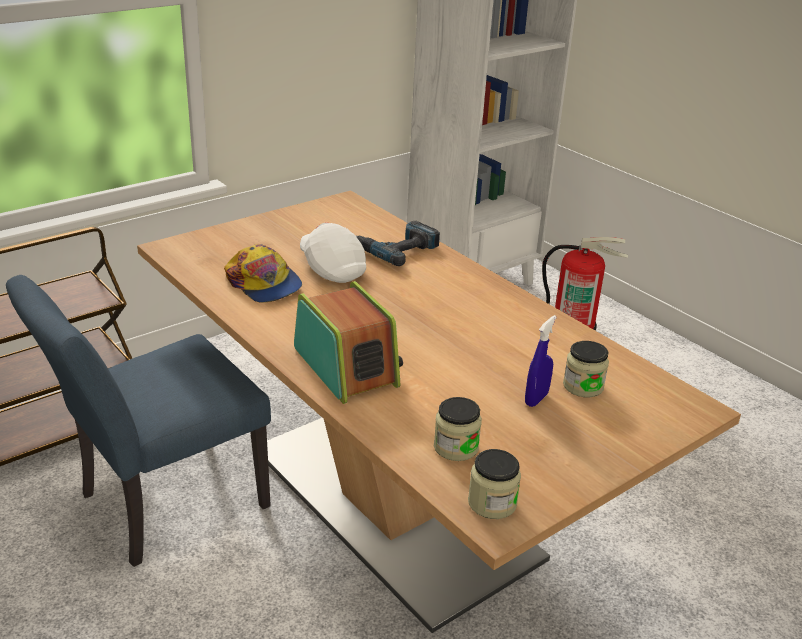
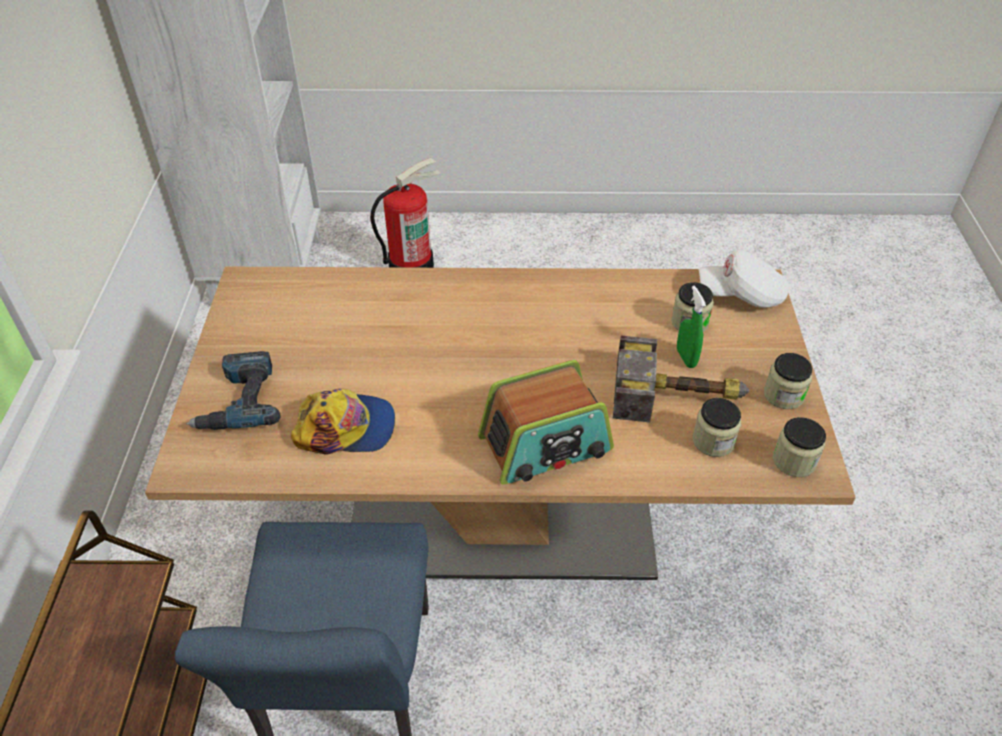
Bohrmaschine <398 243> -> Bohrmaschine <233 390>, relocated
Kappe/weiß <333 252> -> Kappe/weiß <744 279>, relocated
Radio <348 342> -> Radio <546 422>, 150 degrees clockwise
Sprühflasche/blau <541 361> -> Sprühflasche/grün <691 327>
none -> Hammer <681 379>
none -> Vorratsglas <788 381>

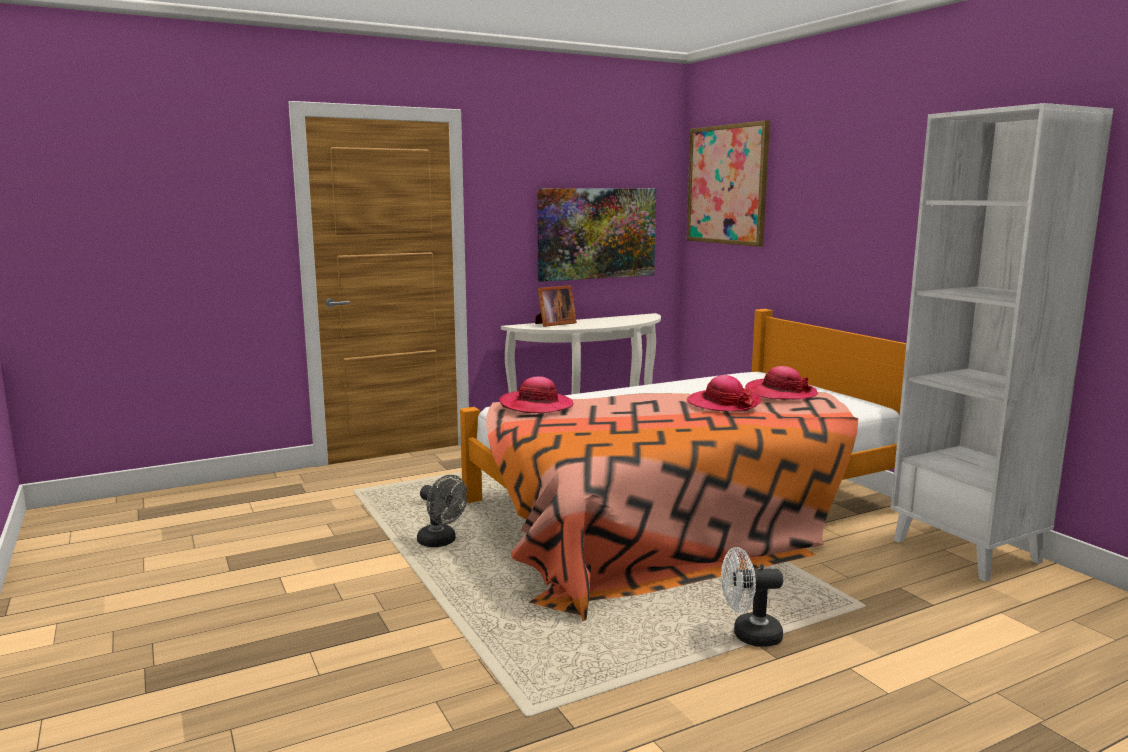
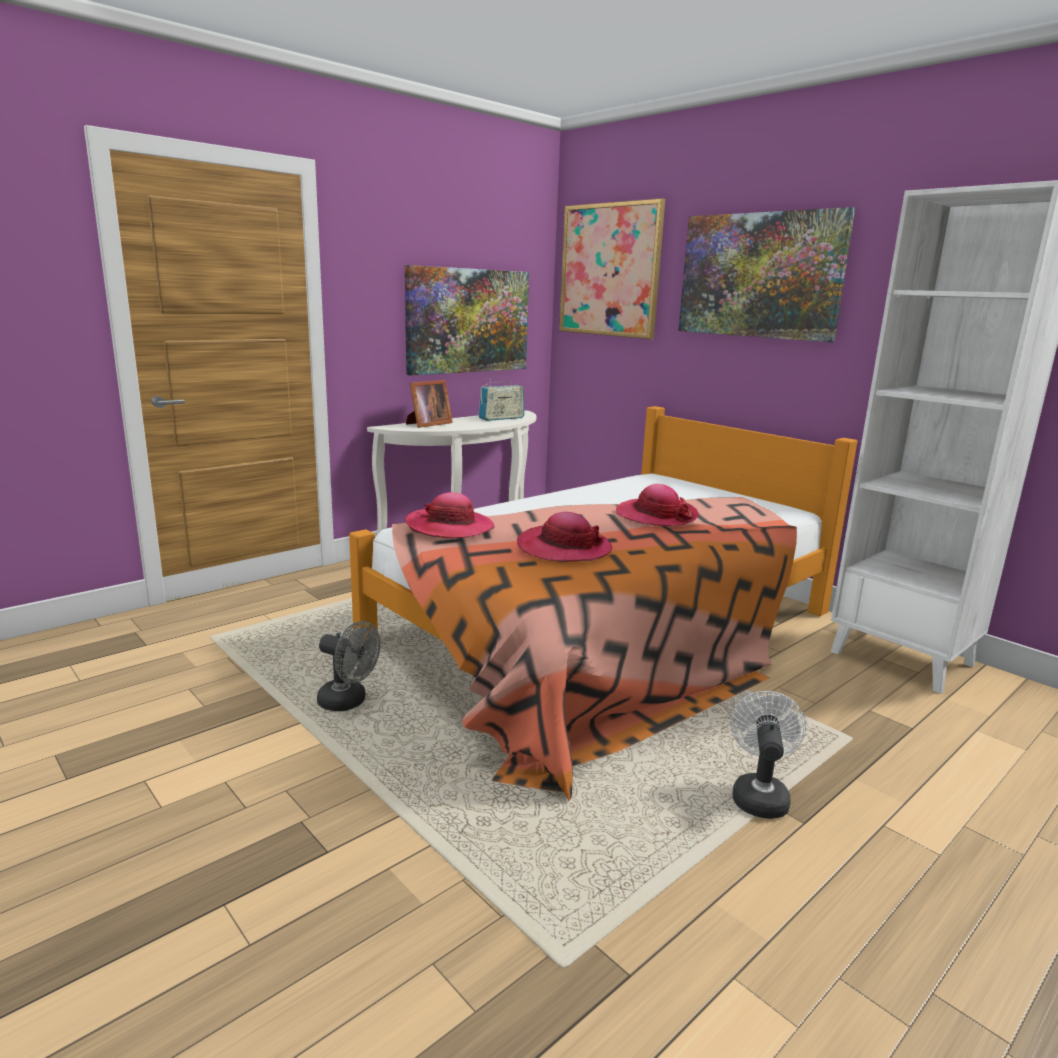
Hut <781 383> -> Hut <565 537>, relocated
Ventilator/weiß <752 597> -> Ventilator/weiß <768 755>, 120 degrees clockwise
none -> Bild <766 274>
none -> Radio <501 400>

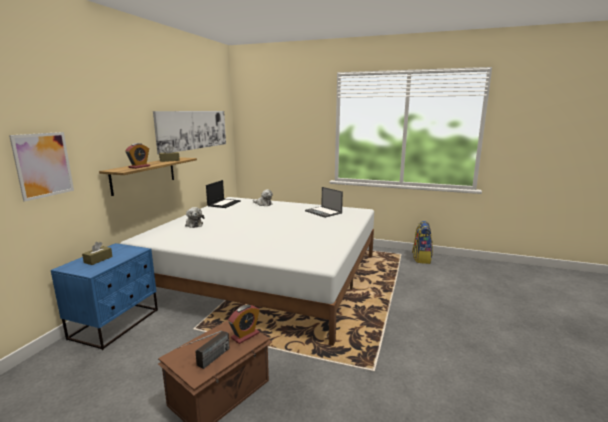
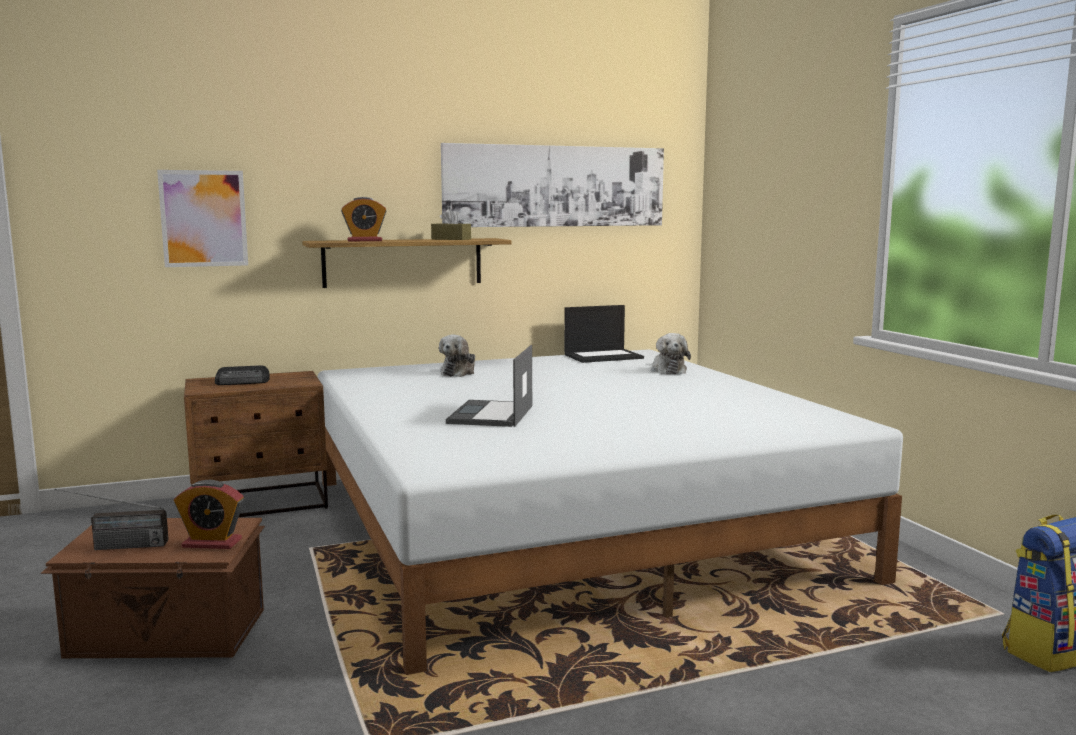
Laptop <324 202> -> Laptop <489 386>, relocated
Taschentuchbox/braun <97 253> -> Radio <242 375>
Nachttisch/blau <104 296> -> Nachttisch/braun <256 444>

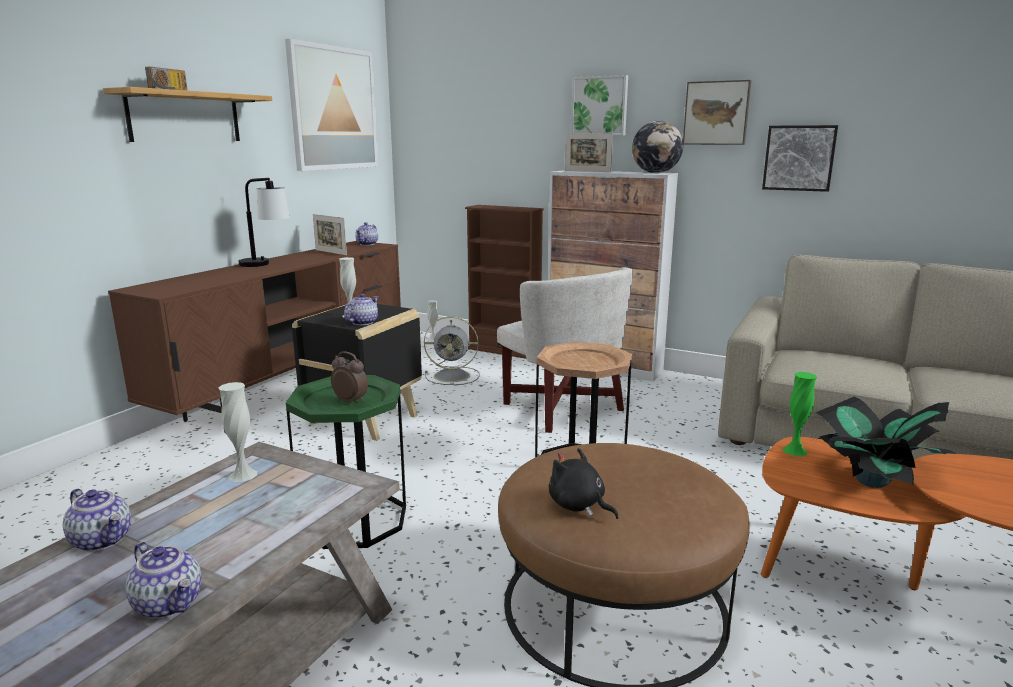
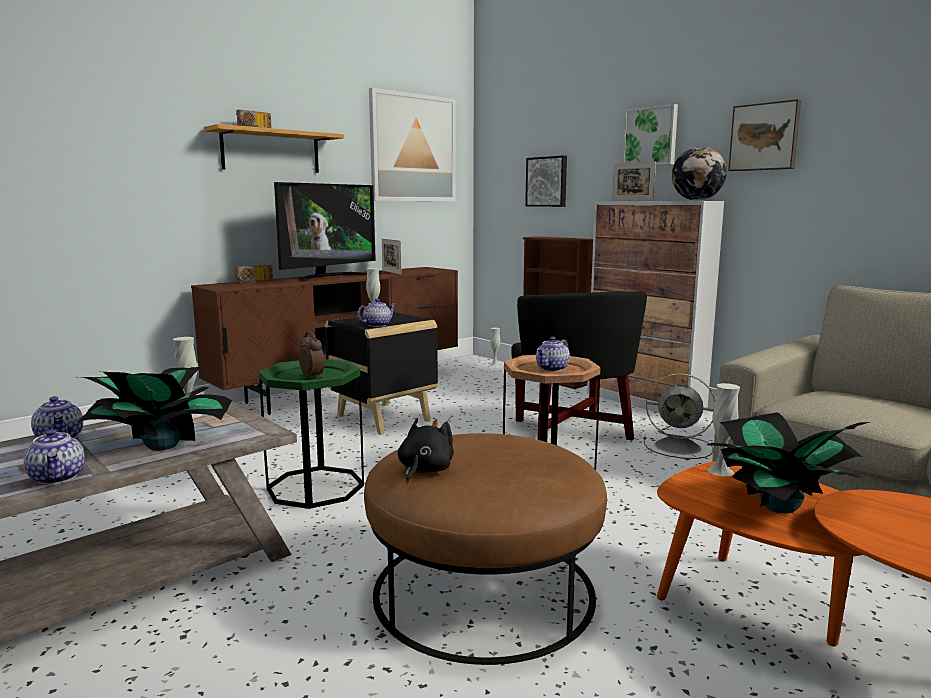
Bild <800 158> -> Bild <546 181>, relocated
Tischlampe <264 222> -> Fernseher <325 232>
Teekanne <366 233> -> Teekanne <553 354>, relocated
Sessel/weiß <565 350> -> Sessel/schwarz <579 366>
Ventilator/grau <452 351> -> Ventilator/grau <679 416>, relocated
Vase/grün <800 414> -> Vase/weiß <723 429>
Plüschtier/schwarz <584 483> -> Plüschtier/schwarz <426 451>, 45 degrees clockwise
none -> Radio <253 274>
none -> Topfpflanze <154 409>

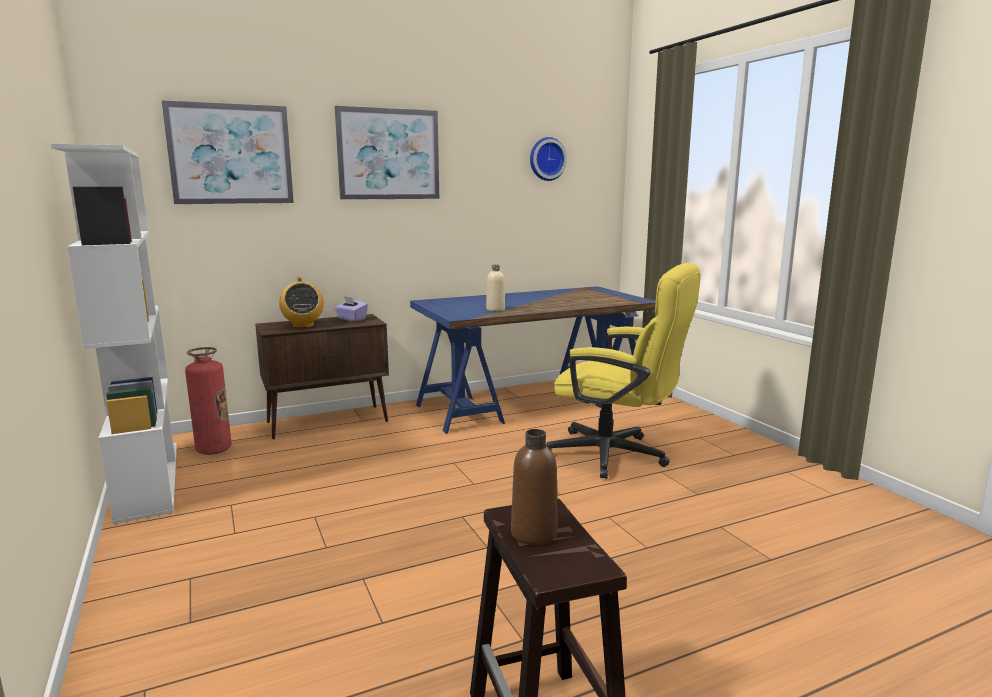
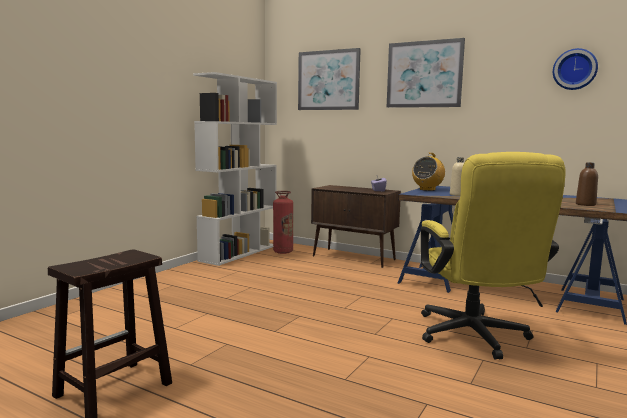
Radio <301 302> -> Radio <428 172>, relocated
Flasche/braun <534 487> -> Flasche/braun <587 184>, relocated

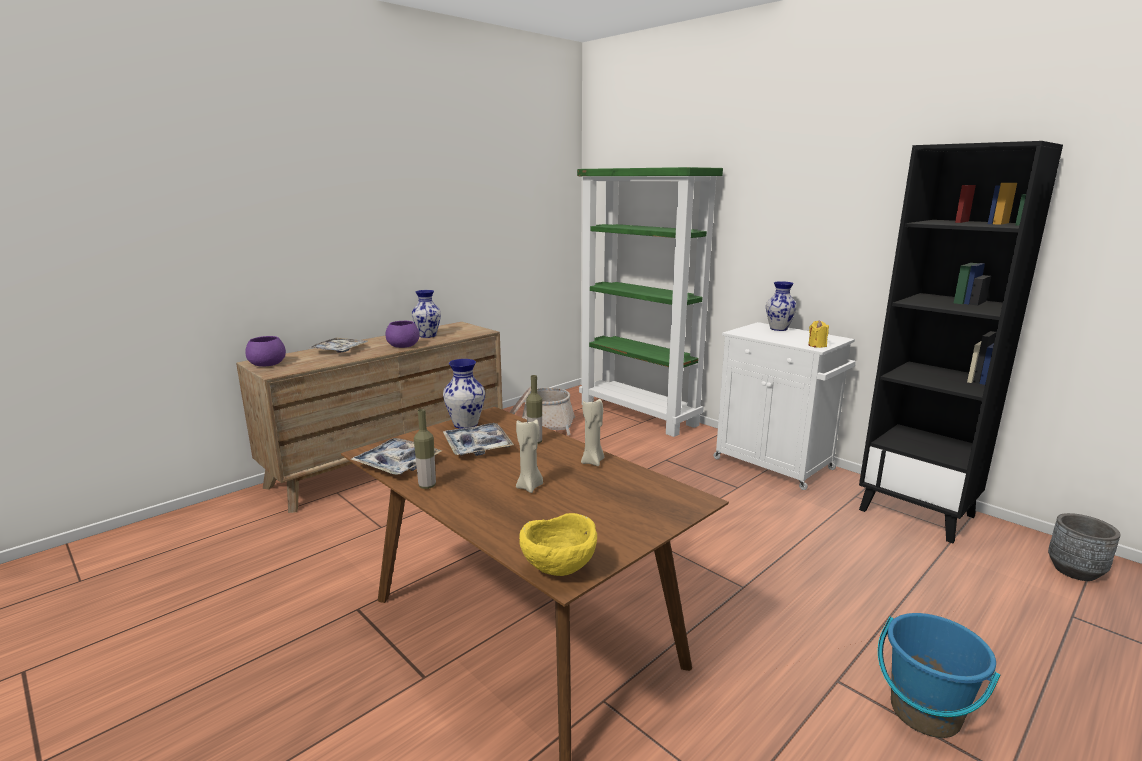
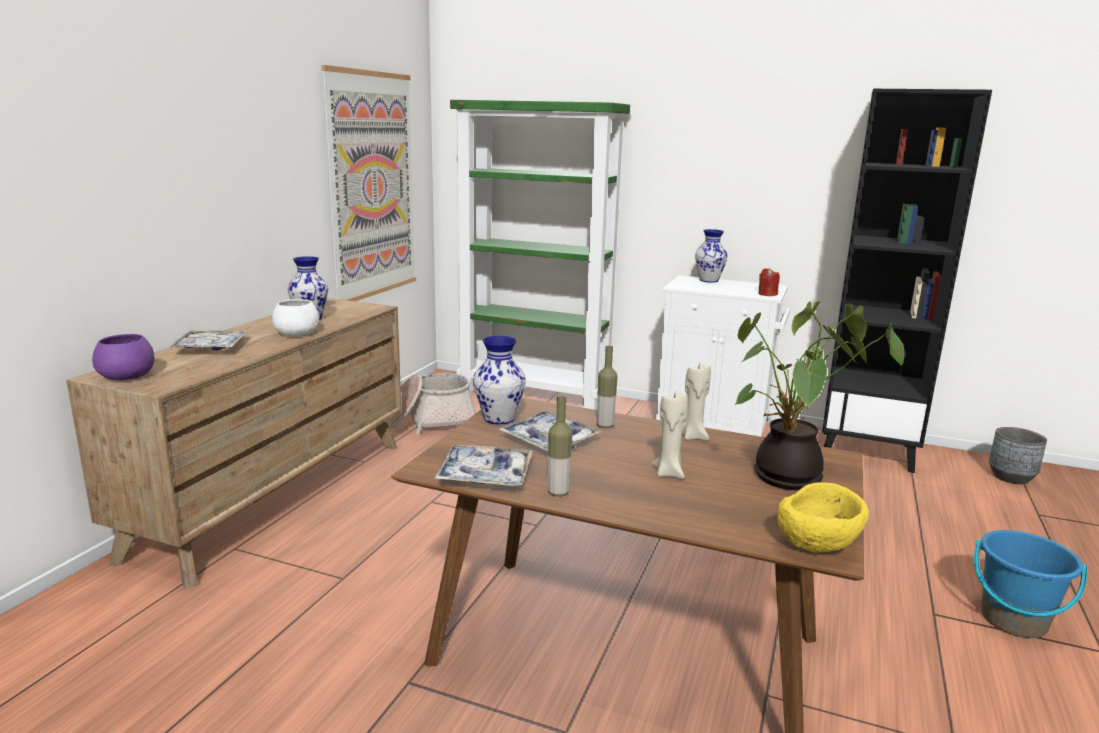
Kerze/gelb <818 334> -> Kerze/rot <769 282>
Schüssel/lila <402 334> -> Schüssel/weiß <295 317>
none -> Bild <368 183>
none -> Topfpflanze <819 395>

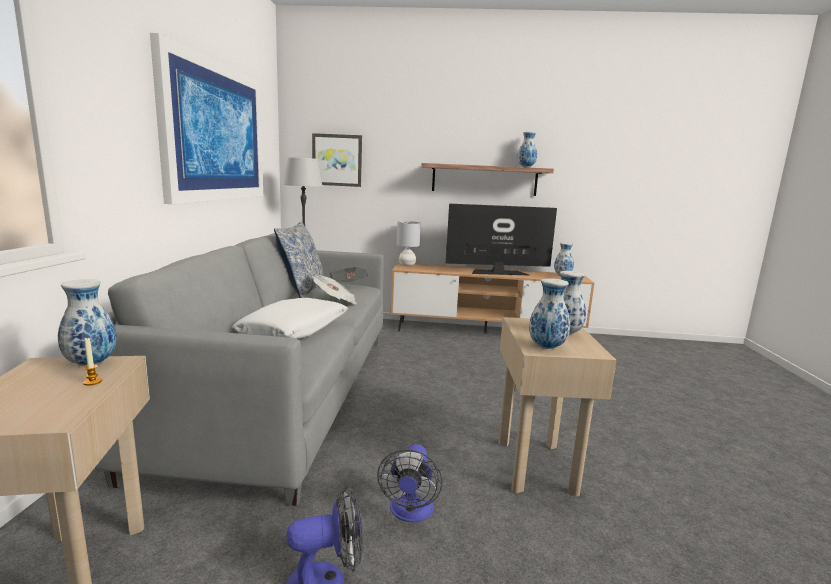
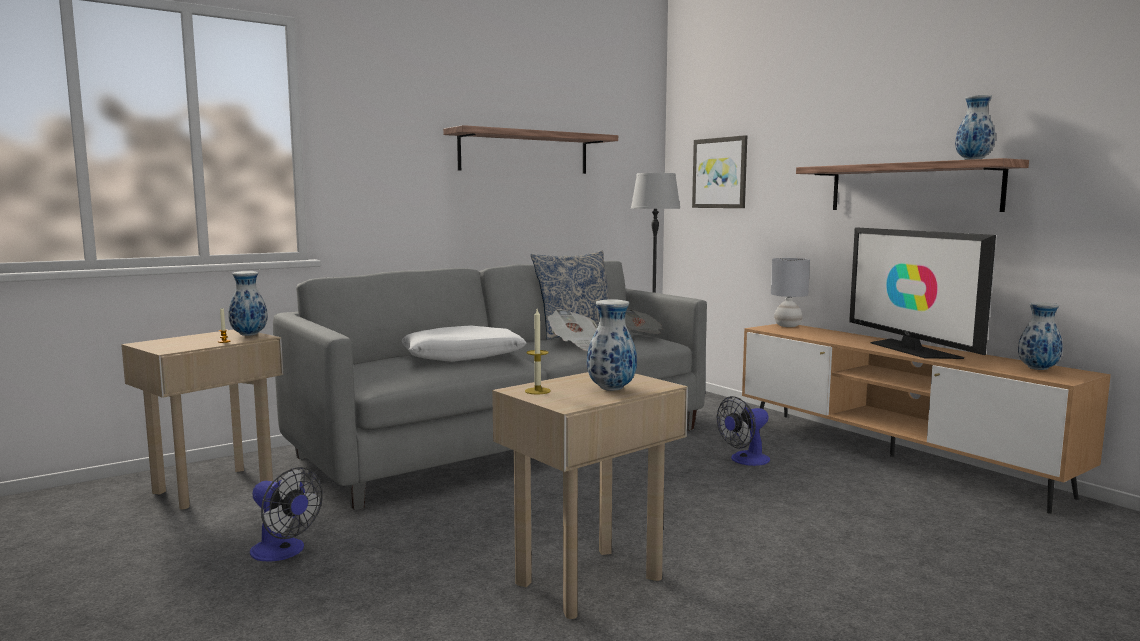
Bild <206 118> -> Wandregal <530 149>
Fernseher <501 239> -> Fernseher <922 293>, 150 degrees counterclockwise
Vase <549 313> -> Kerze <538 352>
Ventilator <410 483> -> Ventilator <743 431>, relocated

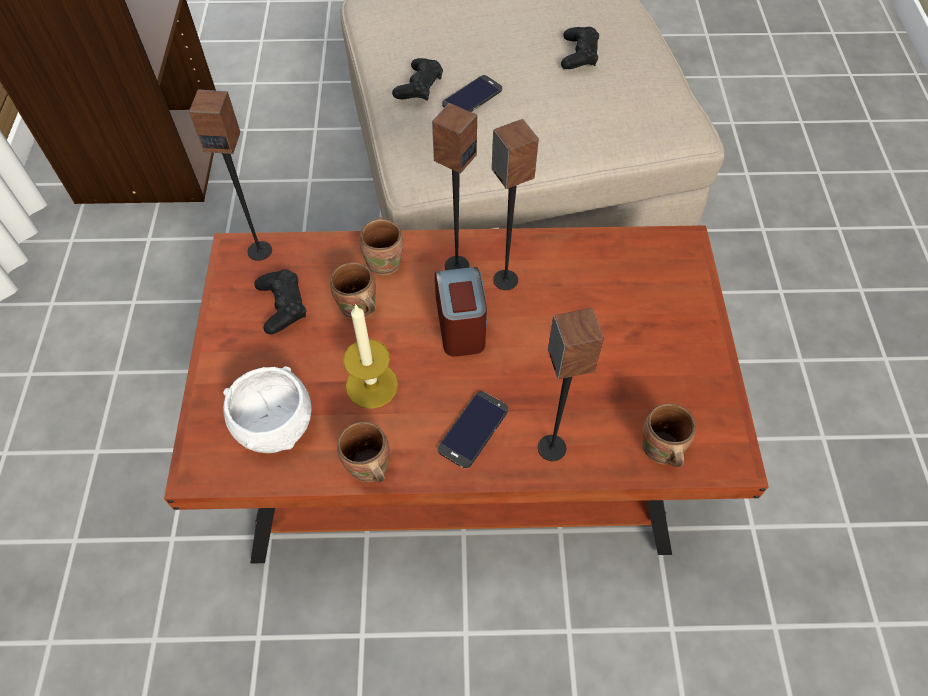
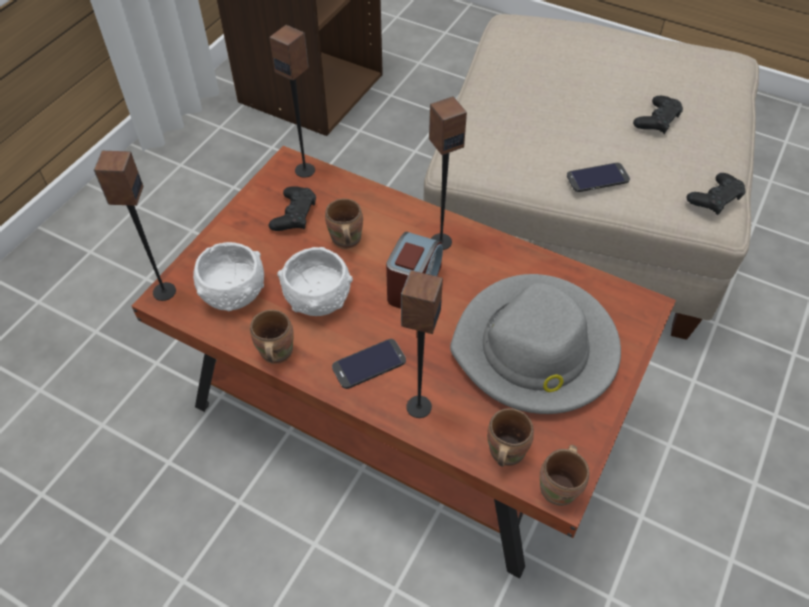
Gamepad/schwarz <417 79> -> Gamepad/schwarz <716 194>, relocated
Handy <472 93> -> Handy <598 177>, relocated
Lautsprecher <515 204> -> Lautsprecher <135 226>, relocated
Henkelbecher/braun <381 246> -> Henkelbecher/braun <564 475>, relocated
Kerze <370 356> -> Schüssel/weiß <315 281>
none -> Hut/grau <535 344>

